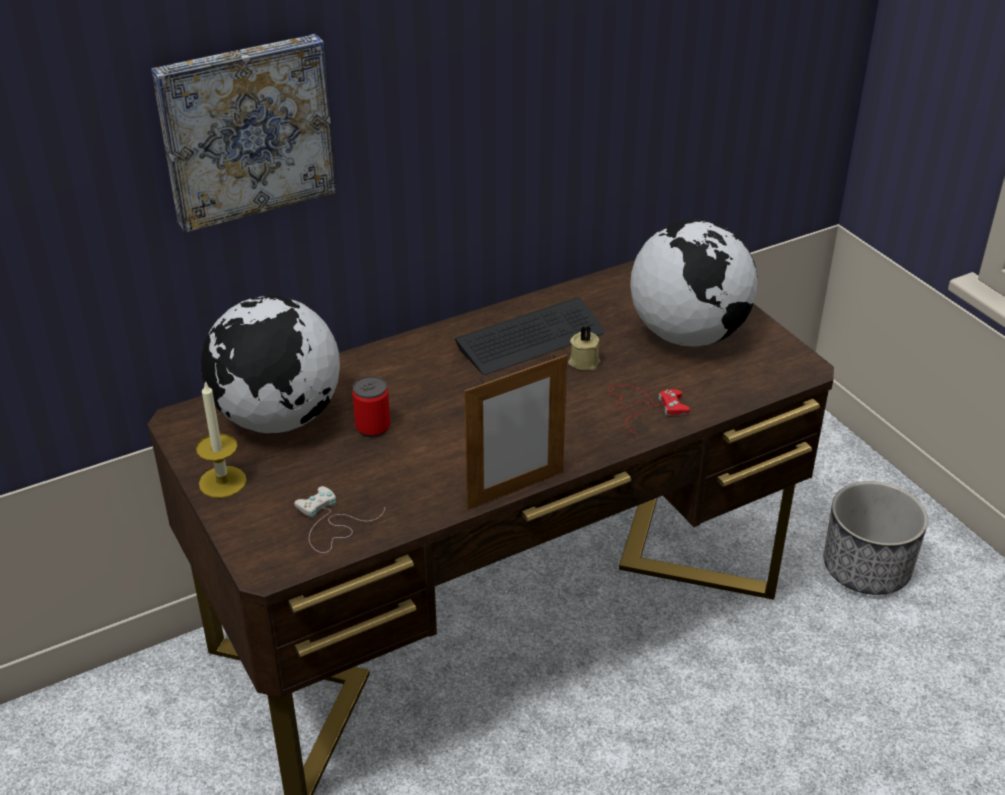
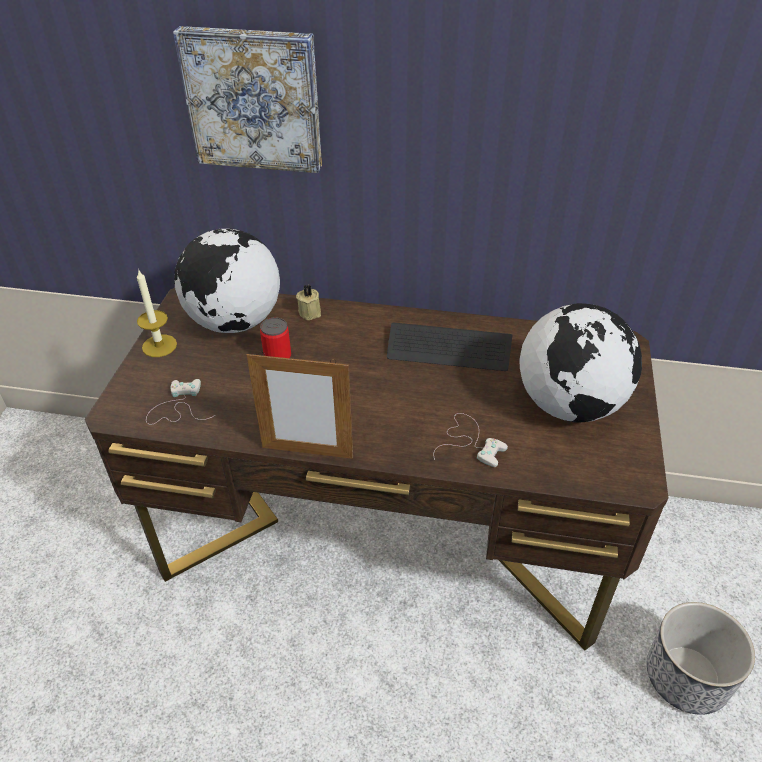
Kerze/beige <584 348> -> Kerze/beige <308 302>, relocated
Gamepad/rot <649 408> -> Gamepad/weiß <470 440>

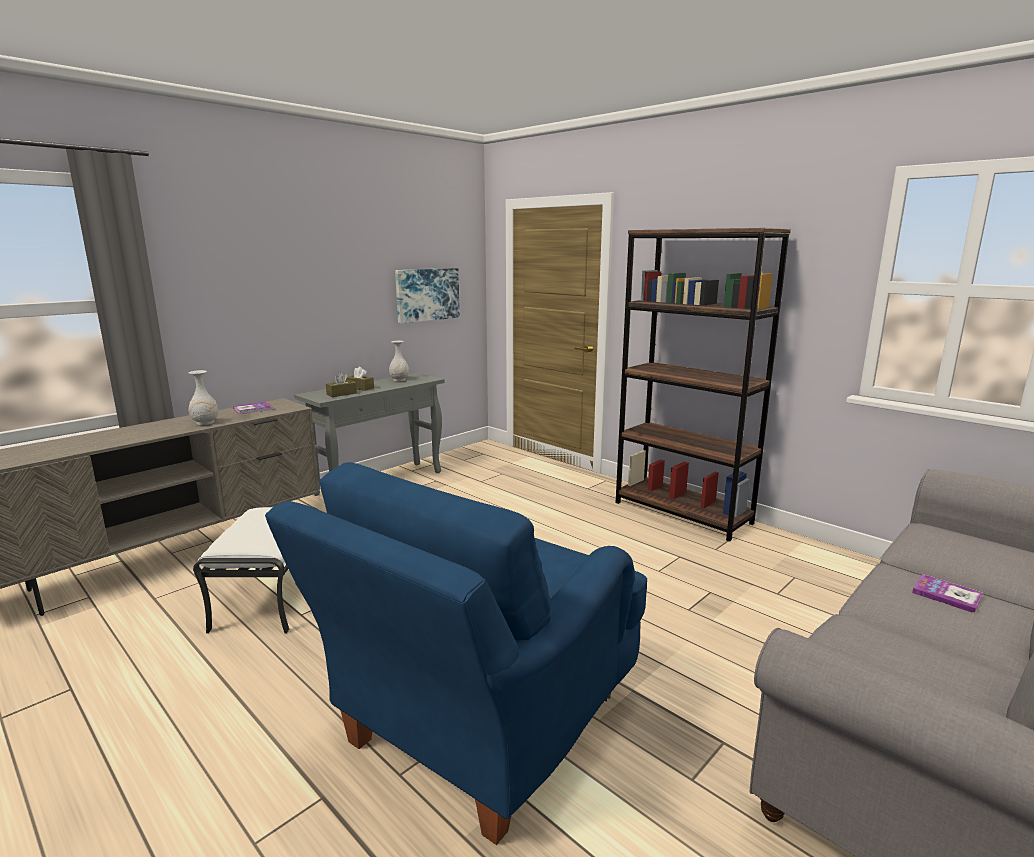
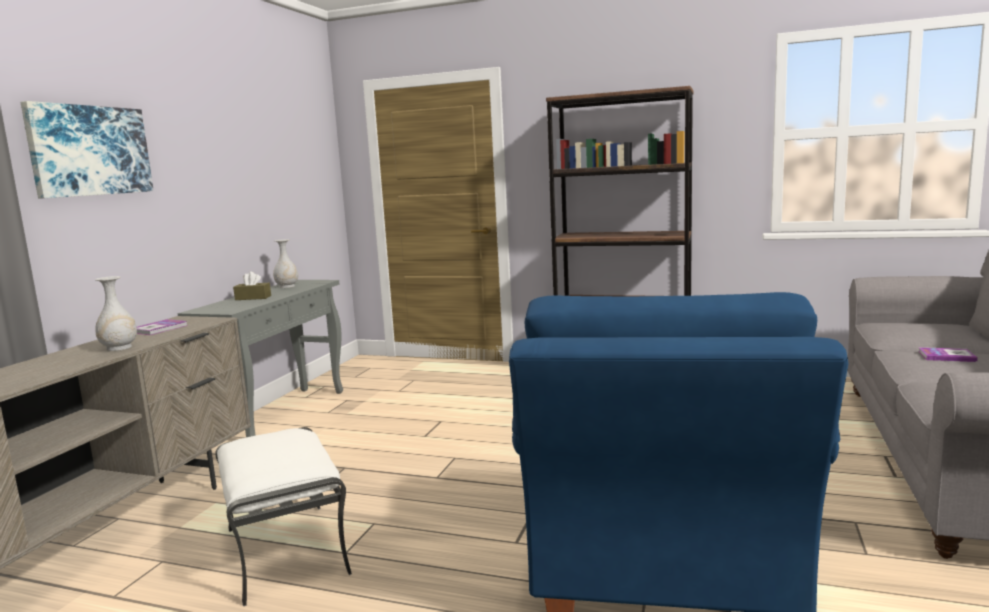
Bild <427 296> -> Bild <87 150>, relocated
Taschentuchbox/braun <341 384> -> none

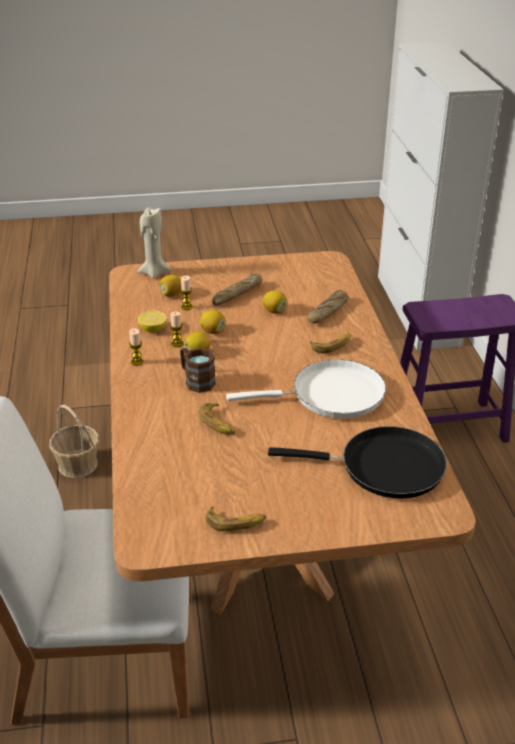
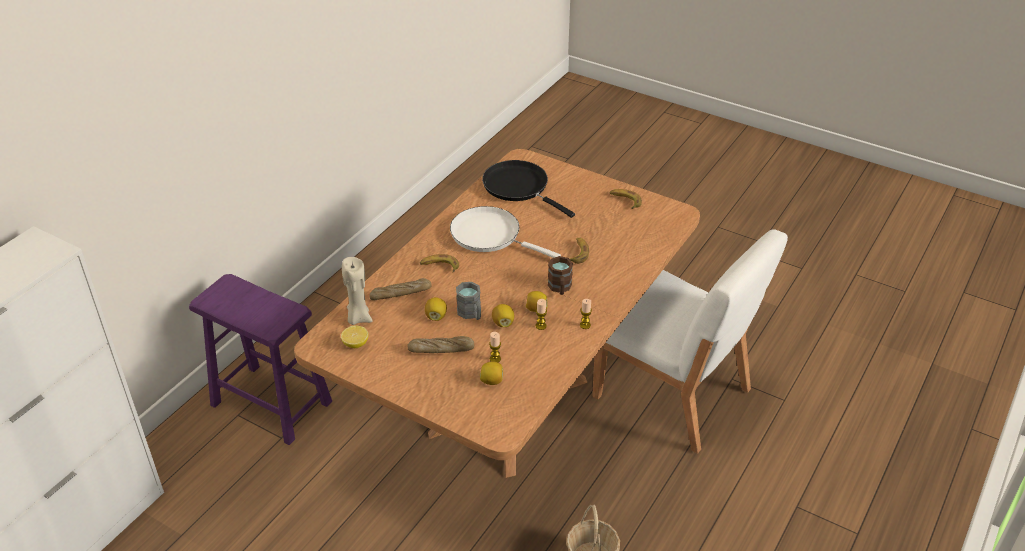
Kerze/beige <154 243> -> Kerze/beige <357 291>, relocated
Zitrone <152 322> -> Zitrone <354 337>, relocated
none -> Henkelbecher/grau <468 301>

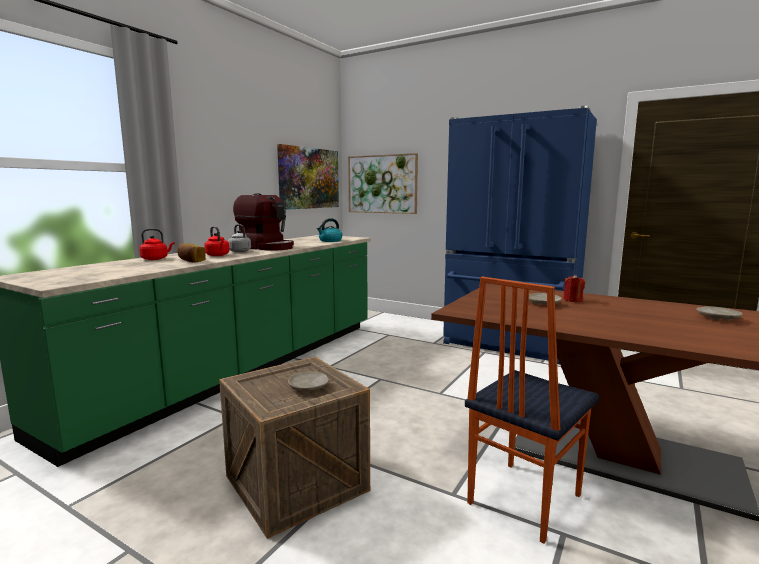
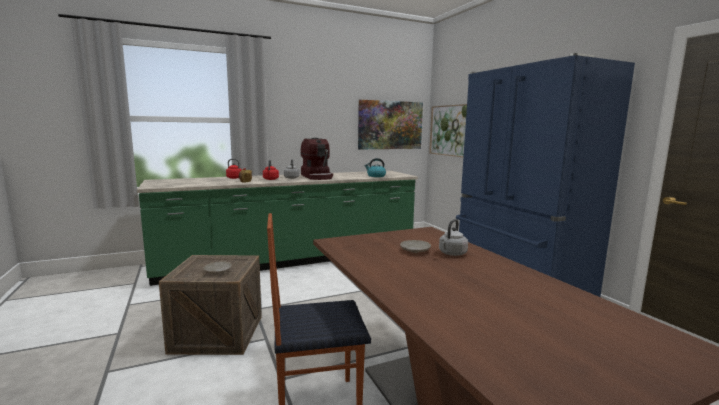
Kerze/rot <574 288> -> Wasserkessel/grau <453 237>
Teller/beige <720 313> -> none

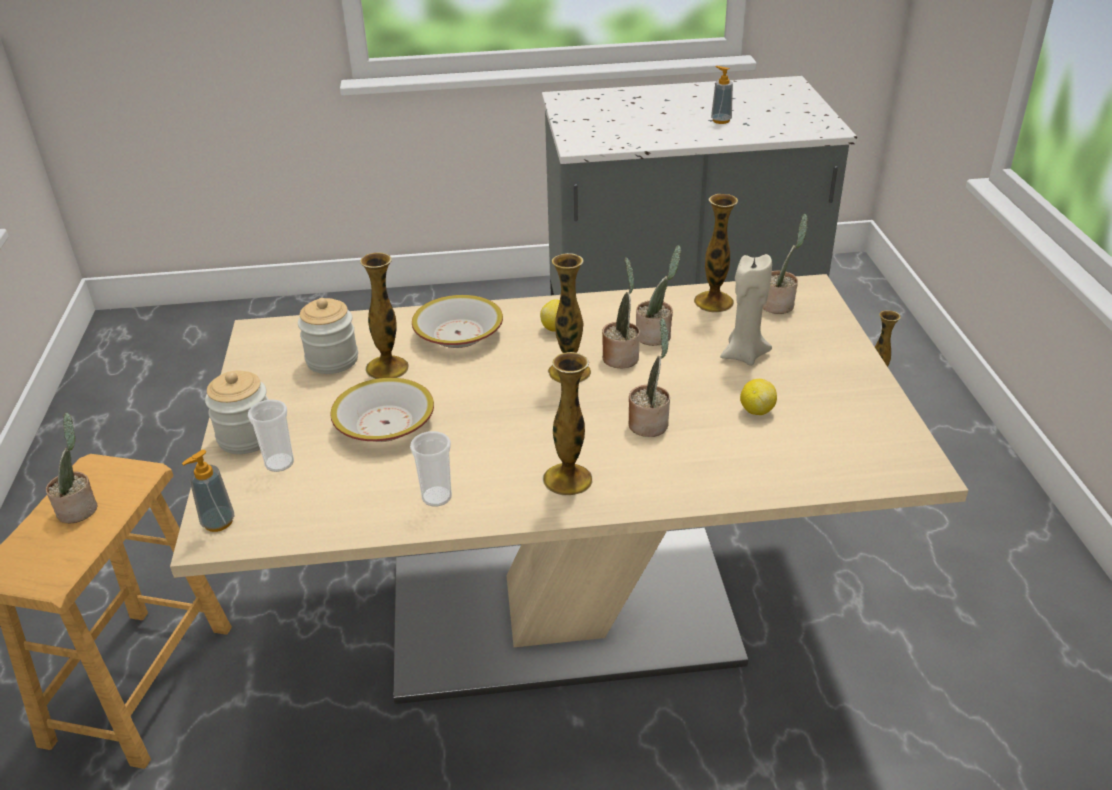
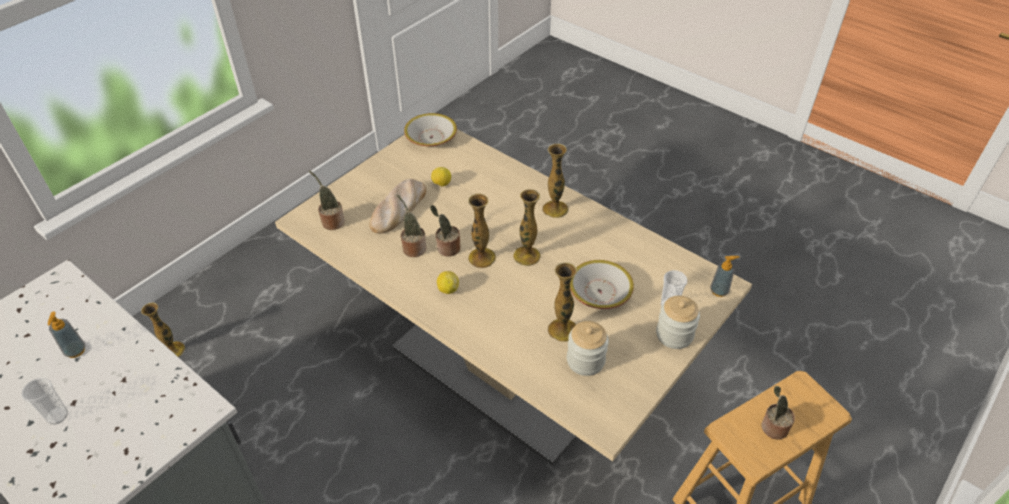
Vase <716 253> -> Vase <527 227>, relocated
Kerze/beige <746 310> -> Brot <397 206>
Schüssel <457 321> -> Schüssel <430 130>, relocated
Topfpflanze <649 377> -> none
Tasse <431 468> -> Tasse <44 401>, relocated

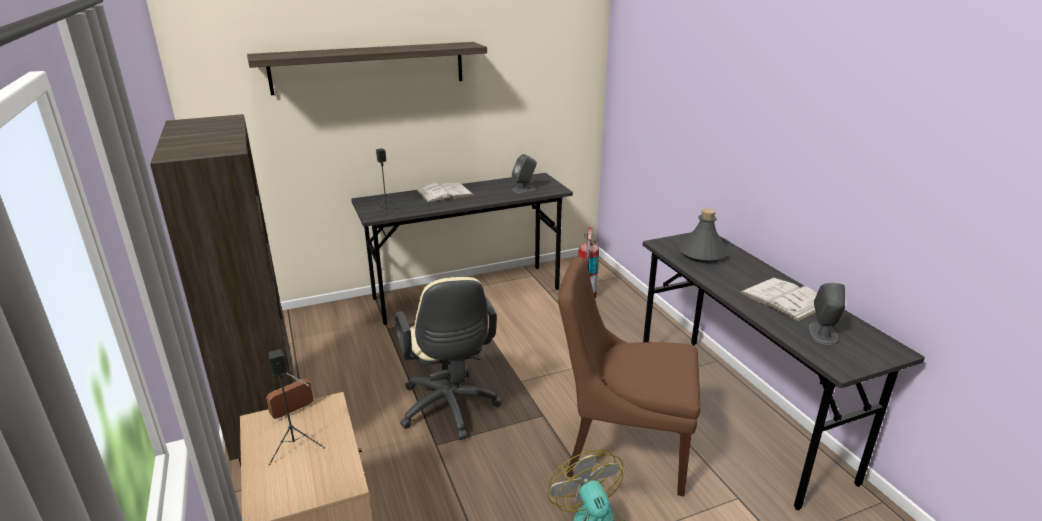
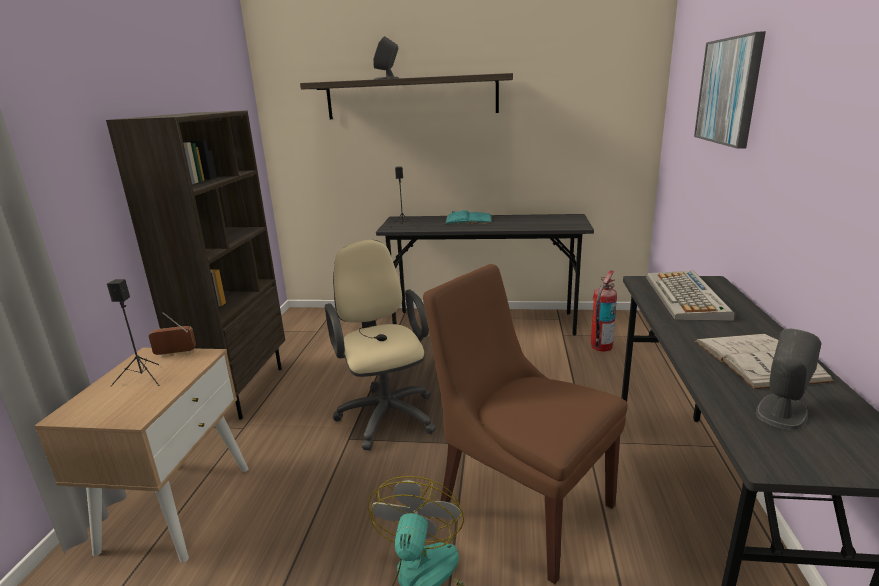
Lautsprecher/grau <524 174> -> Lautsprecher/grau <386 58>, relocated
Buch/weiß <445 193> -> Buch/türkis <468 217>
Flasche/grau <703 236> -> Tastatur <691 296>
Bürostuhl/beige <448 358> -> Bürostuhl/beige <380 345>, 150 degrees clockwise
none -> Bild <730 90>

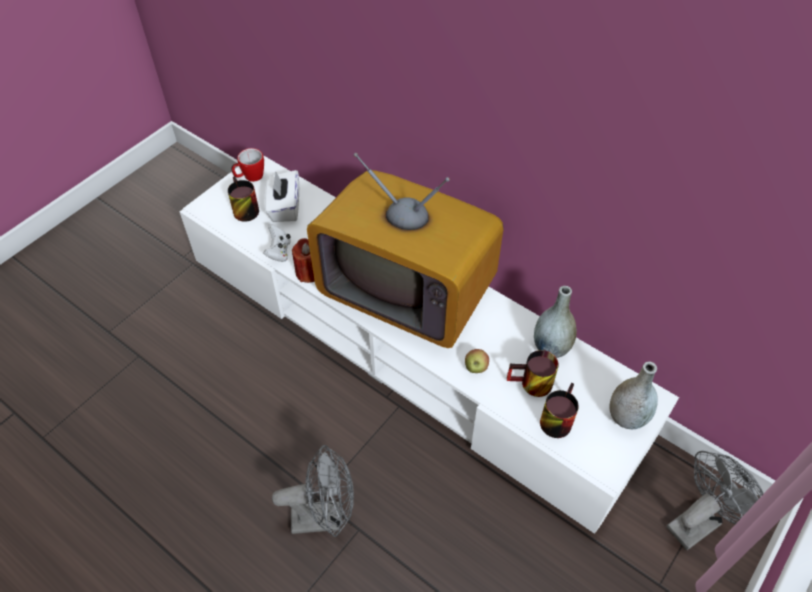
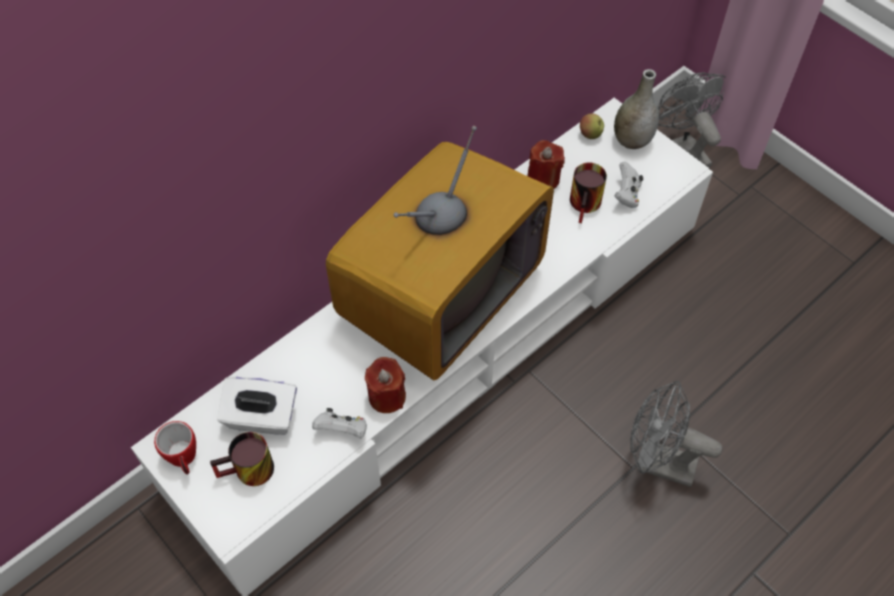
Vase/grau <555 322> -> Kerze/rot <546 164>
Apfel <477 361> -> Apfel <592 126>, relocated
Henkelbecher <559 410> -> Gamepad/weiß <628 185>
Ventilator/grau <313 491> -> Ventilator/grau <676 434>, 75 degrees counterclockwise

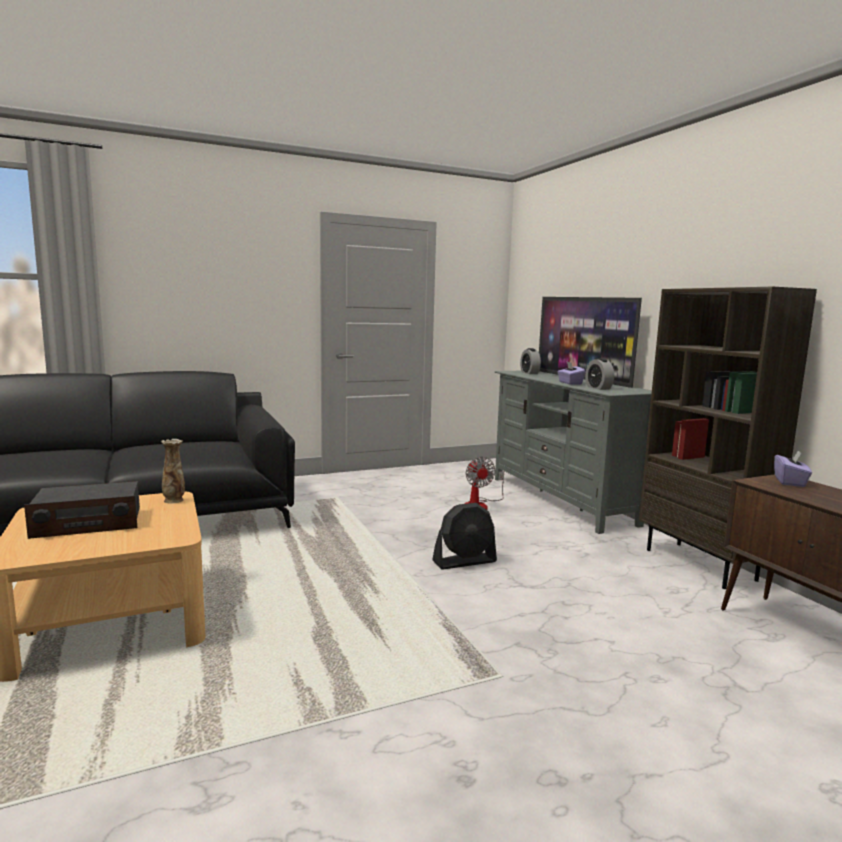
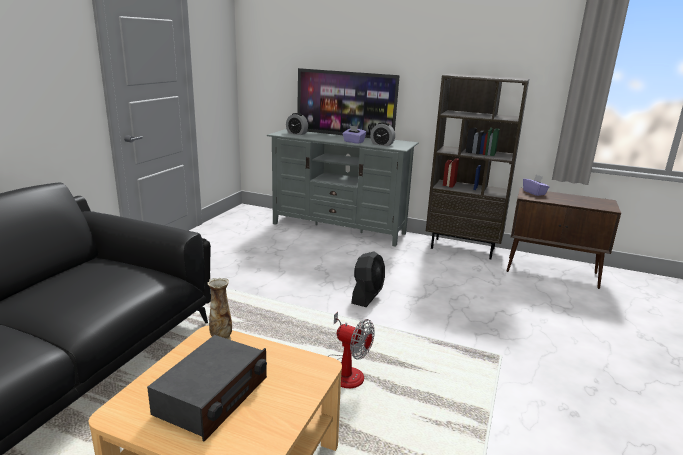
Ventilator <484 483> -> Ventilator <351 350>, relocated

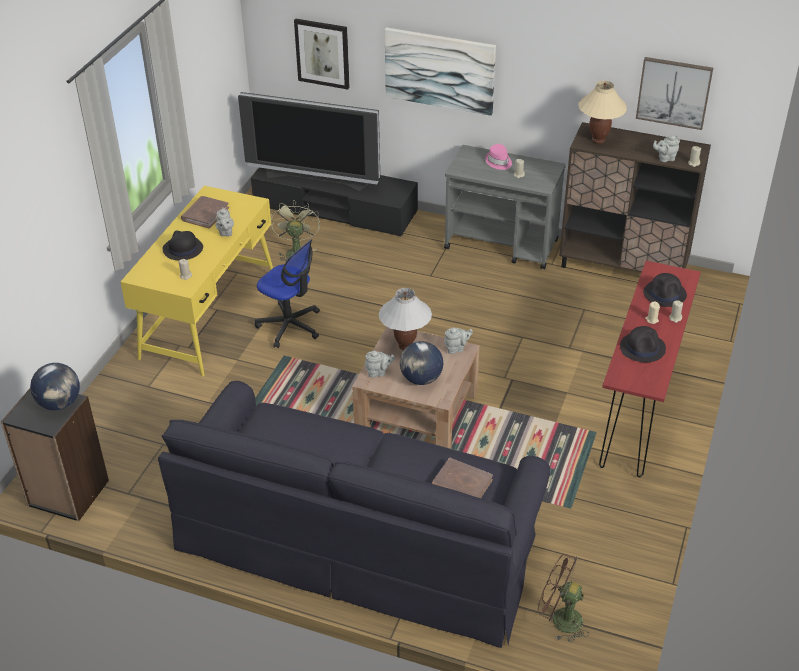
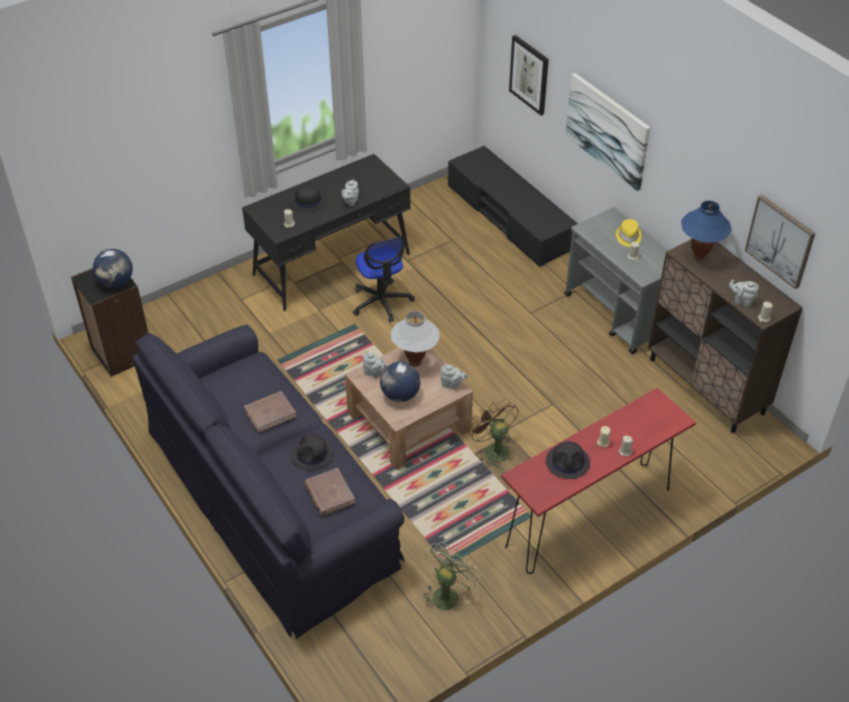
Tischlampe/beige <602 112> -> Tischlampe/blau <706 231>
Fernseher <309 141> -> none
Hut/rosa <498 157> -> Hut/gelb <629 233>
Schreibtisch/gelb <197 281> -> Schreibtisch/schwarz <326 232>
Buch/braun <205 212> -> Buch/braun <270 412>, relocated
Ventilator/grün <295 231> -> Ventilator/grün <452 576>, relocated
Hut/schwarz <665 290> -> Hut/schwarz <312 452>, relocated
Ventilator/braun <563 598> -> Ventilator/braun <493 434>, relocated

